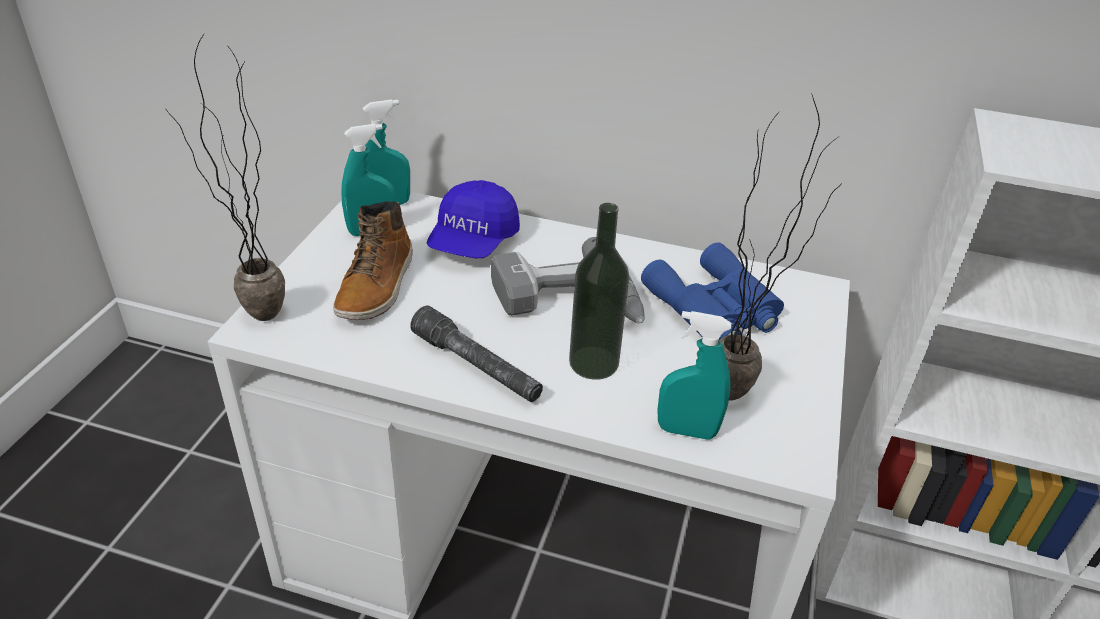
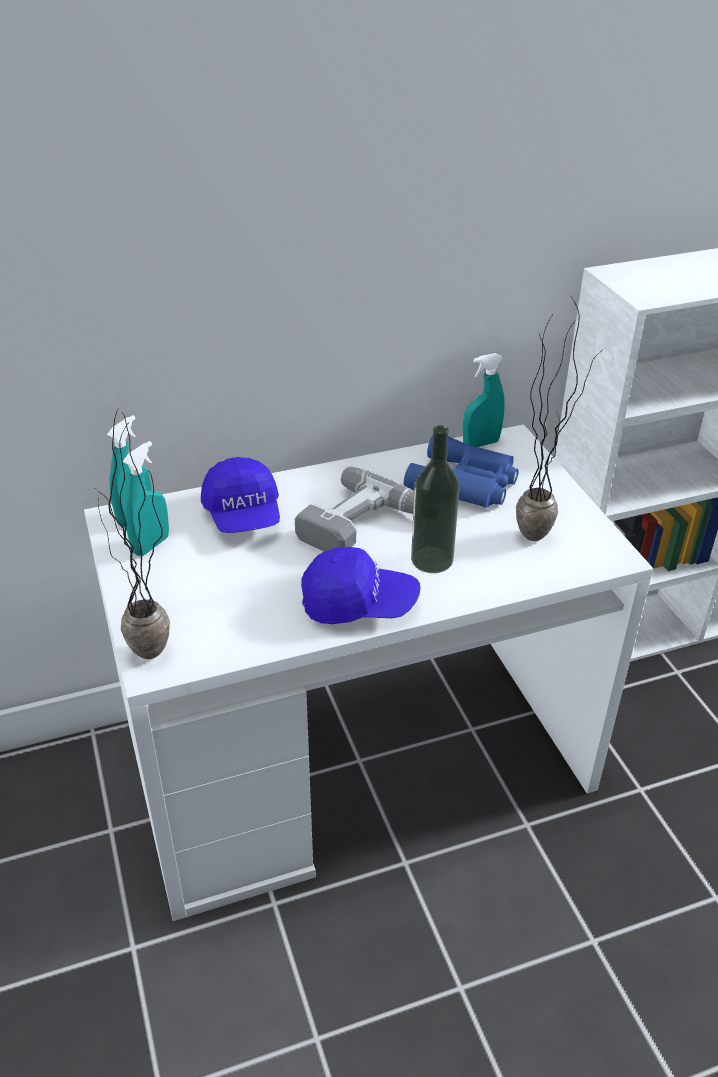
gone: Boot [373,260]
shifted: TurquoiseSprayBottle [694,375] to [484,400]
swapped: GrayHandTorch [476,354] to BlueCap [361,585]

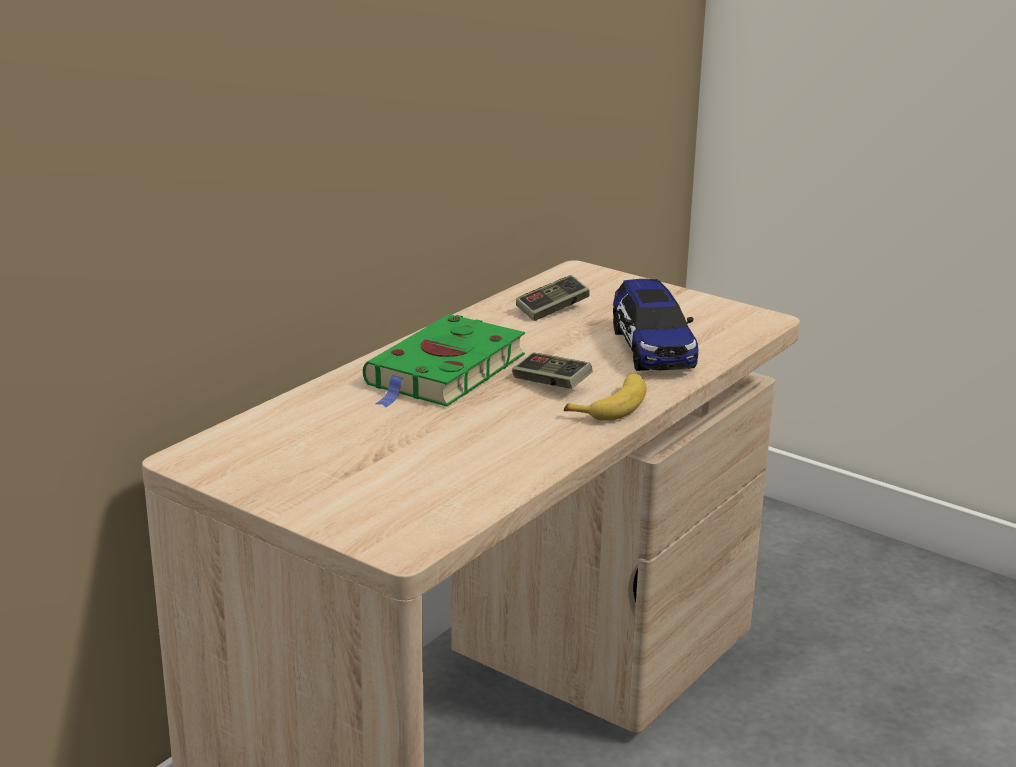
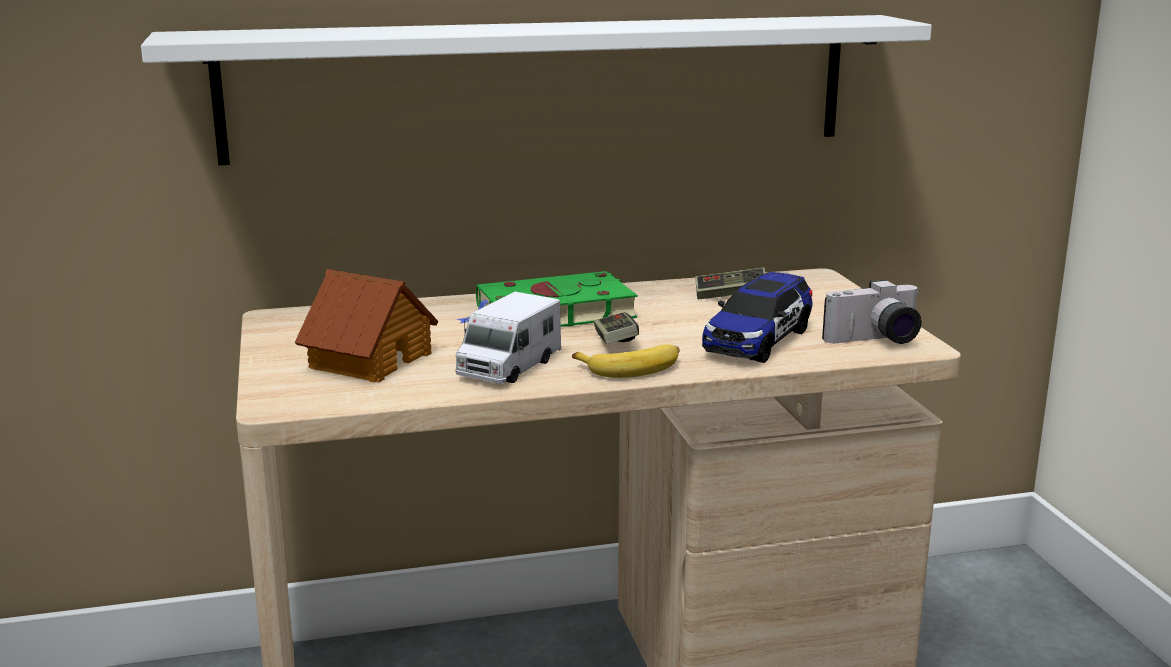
new: WhiteWallShelf [536,90]; MiniatureHouse [366,325]; ModelTruck [508,338]; StillCamera [871,312]

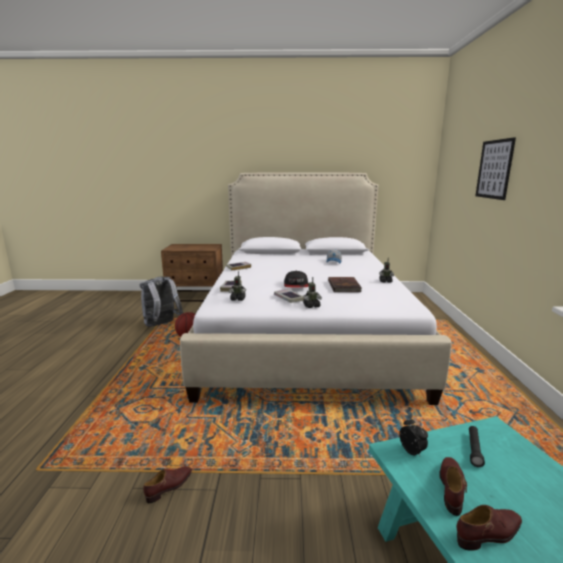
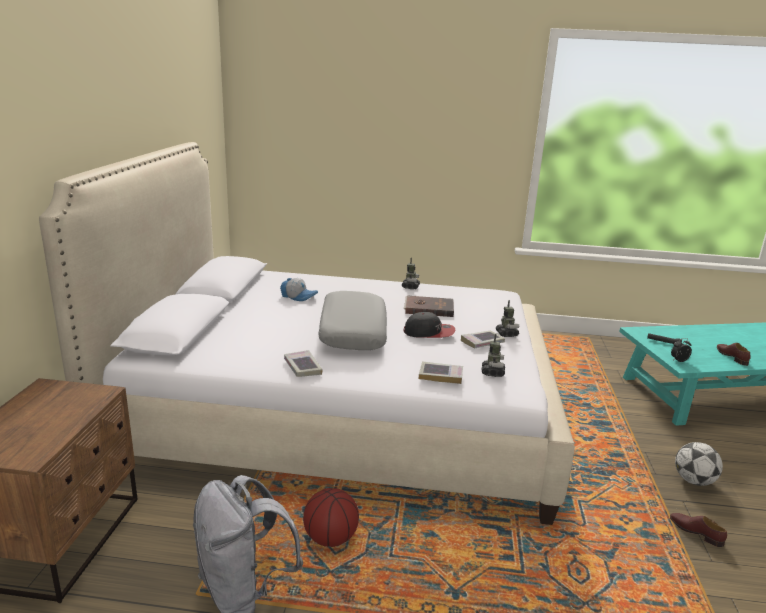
gone: BrownishShoe [453,486]; WallPicture [495,168]
new: GrayThrowPillow [352,320]; BallForFootball [699,464]

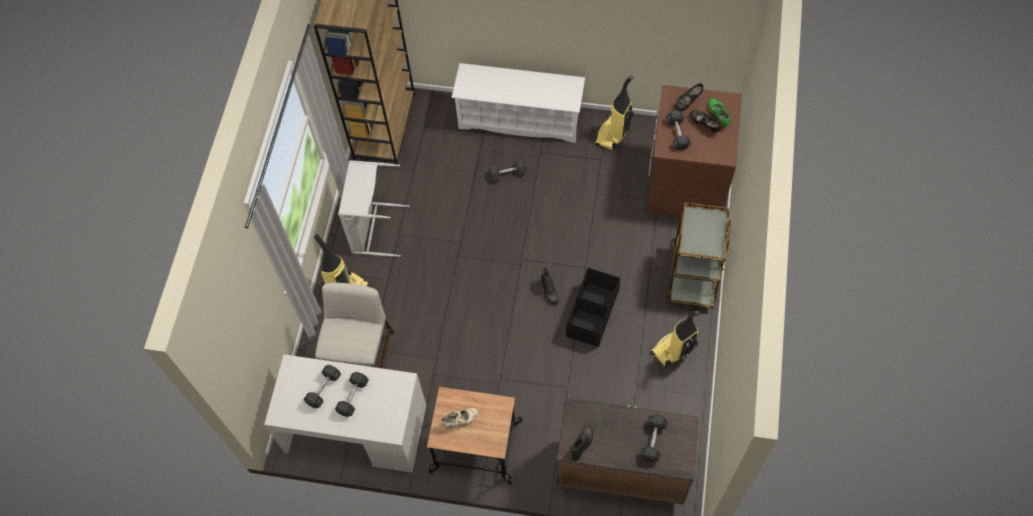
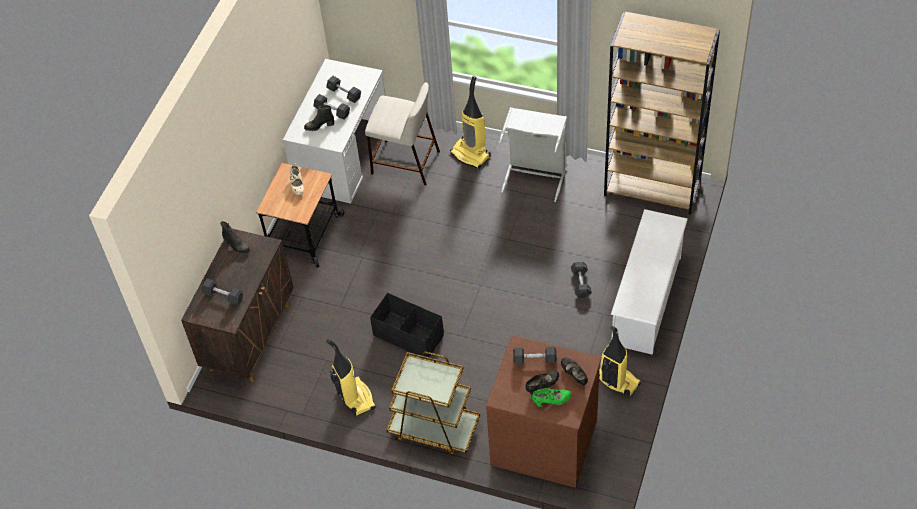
shifted: BlackBoot [549,286] to [319,118]

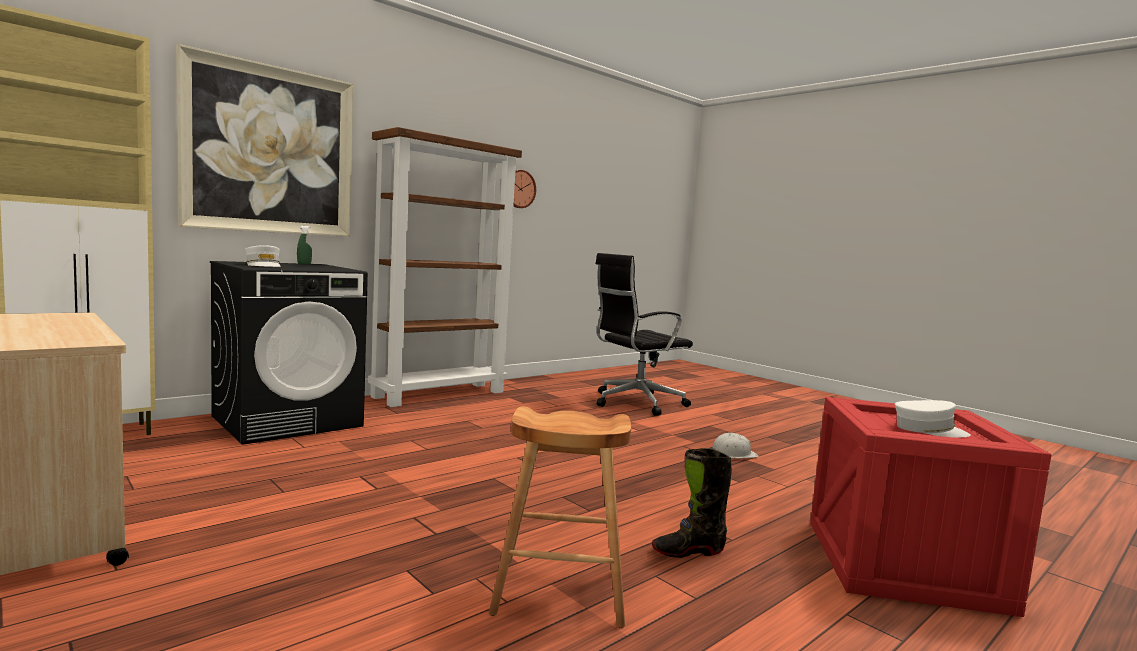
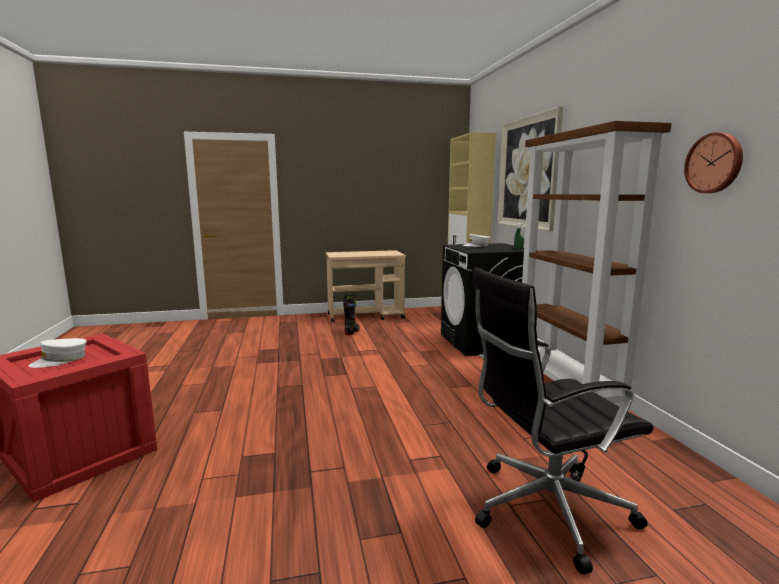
gone: BrownishStoolSeat [560,517]; WhiteHardHat [734,445]
shifted: BlackBoot [692,503] to [351,314]
rotated: BlackDeskChair [644,334] = [562,421] 105 degrees counterclockwise

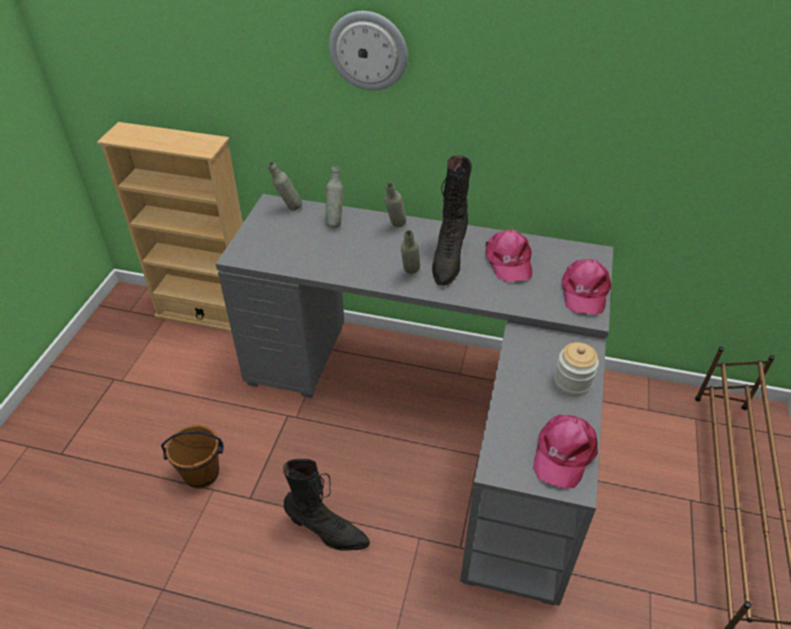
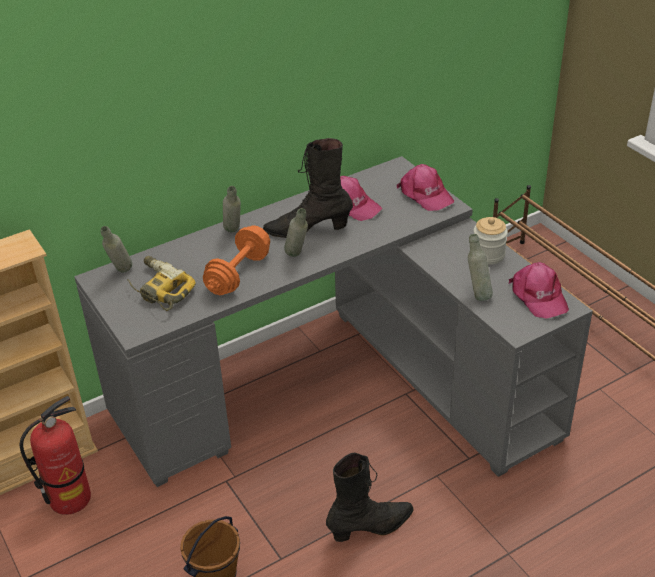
gone: ClockOnTheWall [368,51]
new: Extinguisher [55,455]; Drill [161,283]; OrangeColouredFreeWeight [236,260]
shifted: GrayBottle [334,196] to [480,267]
rotated: BlackBoot [452,221] = [308,188] 120 degrees clockwise

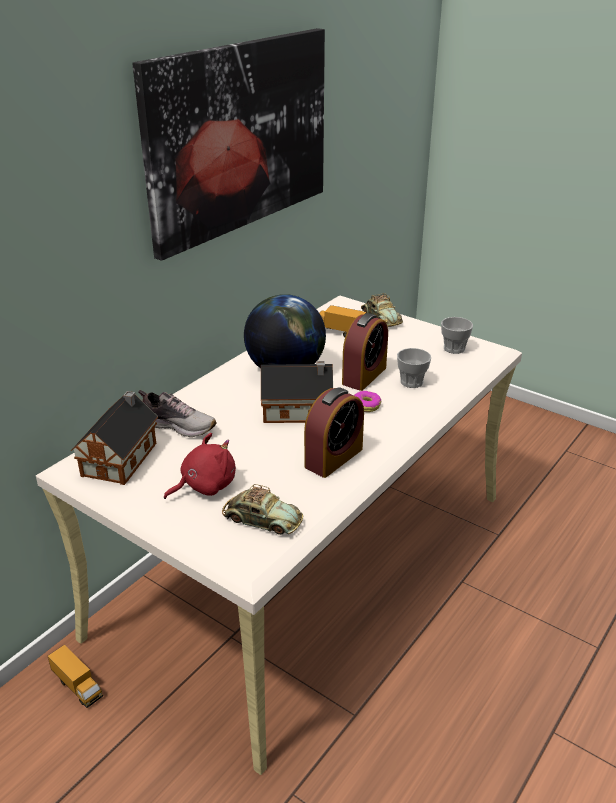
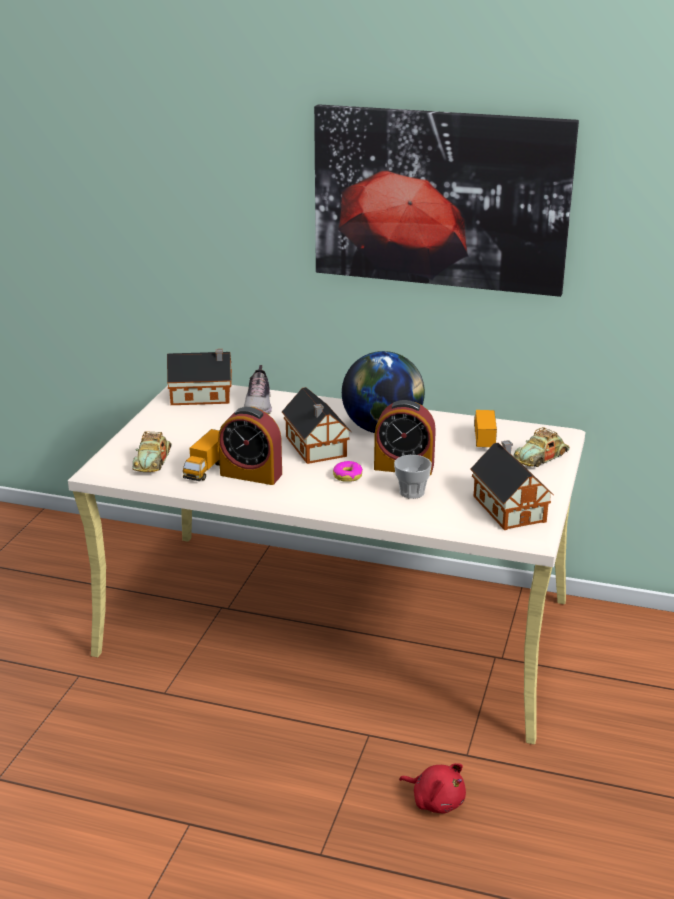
shifted: ModelTruck [75,676] to [201,455]; ReddishSoftToy [200,466] to [432,788]
swapped: DrinkingCup [457,335] to MiniatureHouse [512,485]

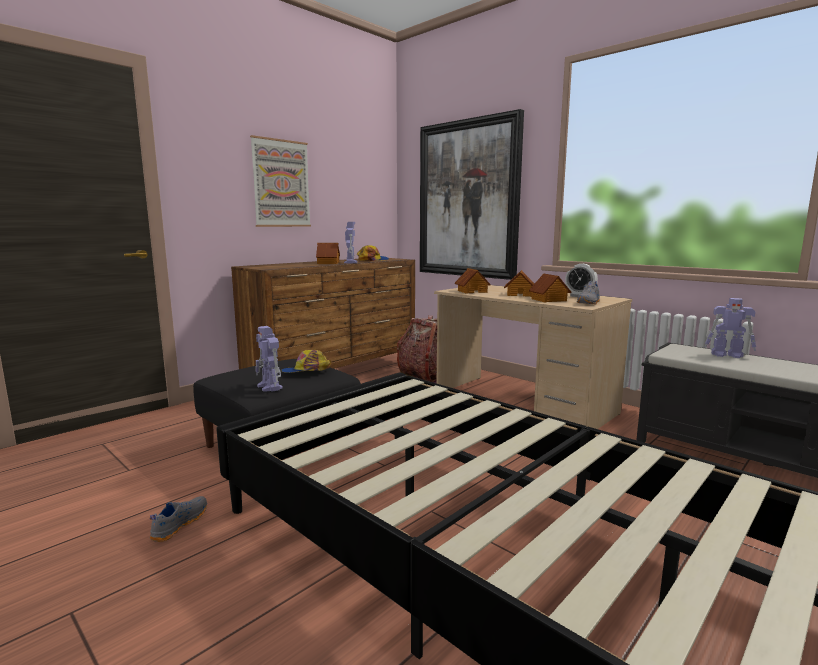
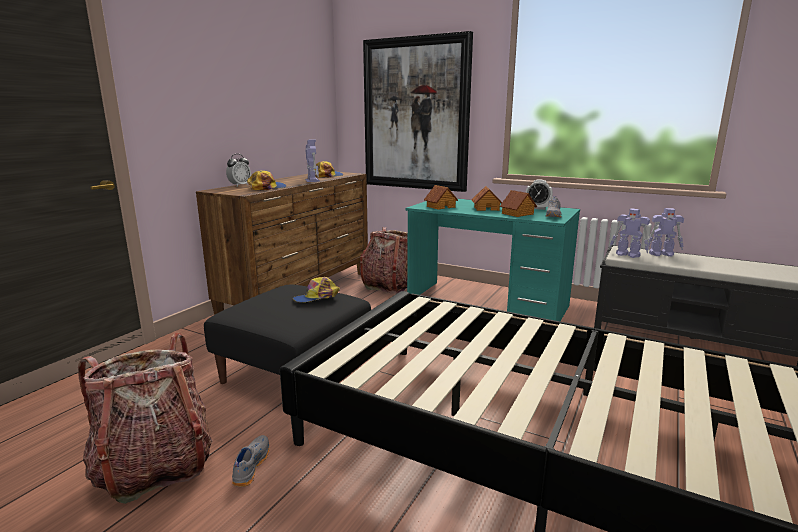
gone: WallPicture [280,181]; MiniatureHouse [328,253]
new: Backpack [145,418]; BedsideClock [238,170]; Cap [267,180]
shifted: ToyRobot [269,359] to [630,233]
repainted: BeigeDeskUnit [533,357] to TurquoiseDeskUnit [492,260]

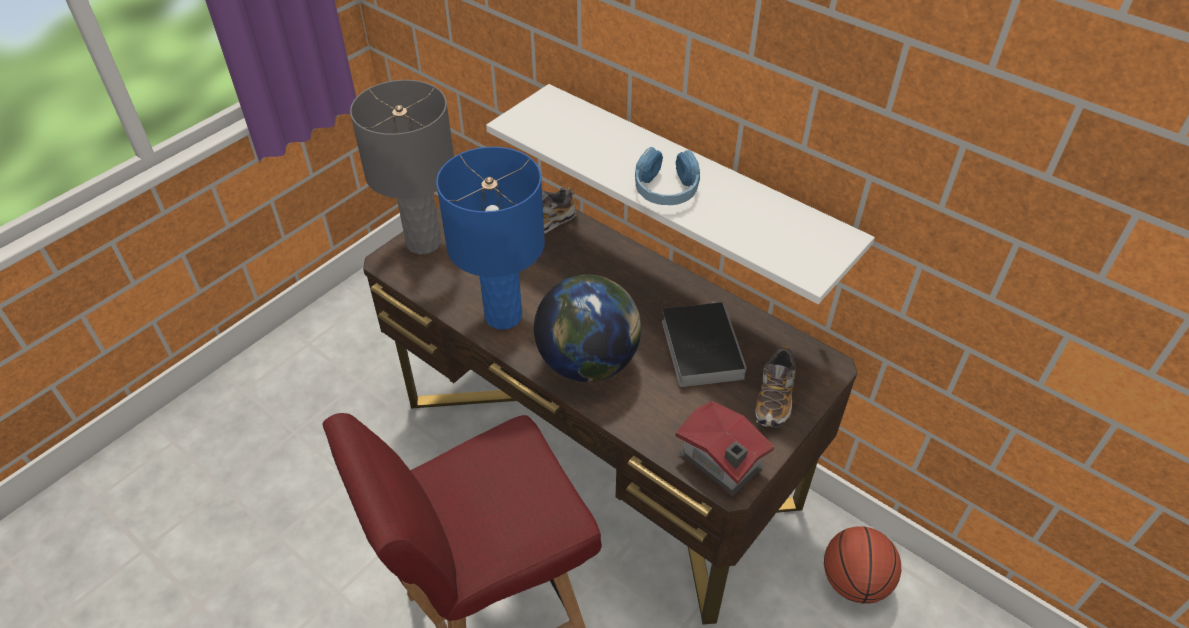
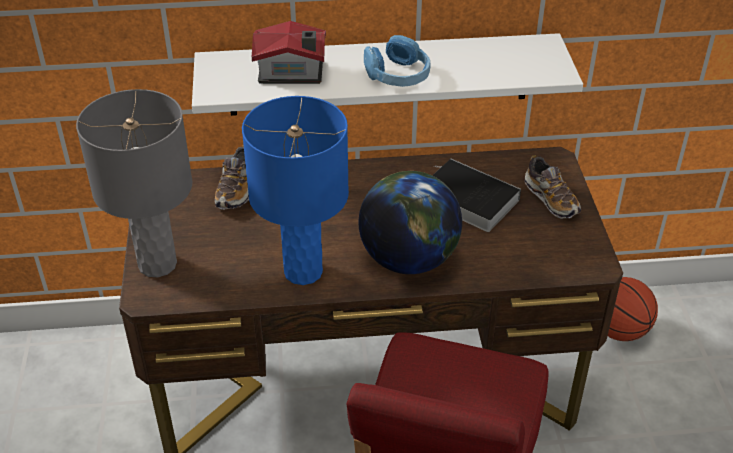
shifted: MiniatureHouse [724,448] to [289,52]

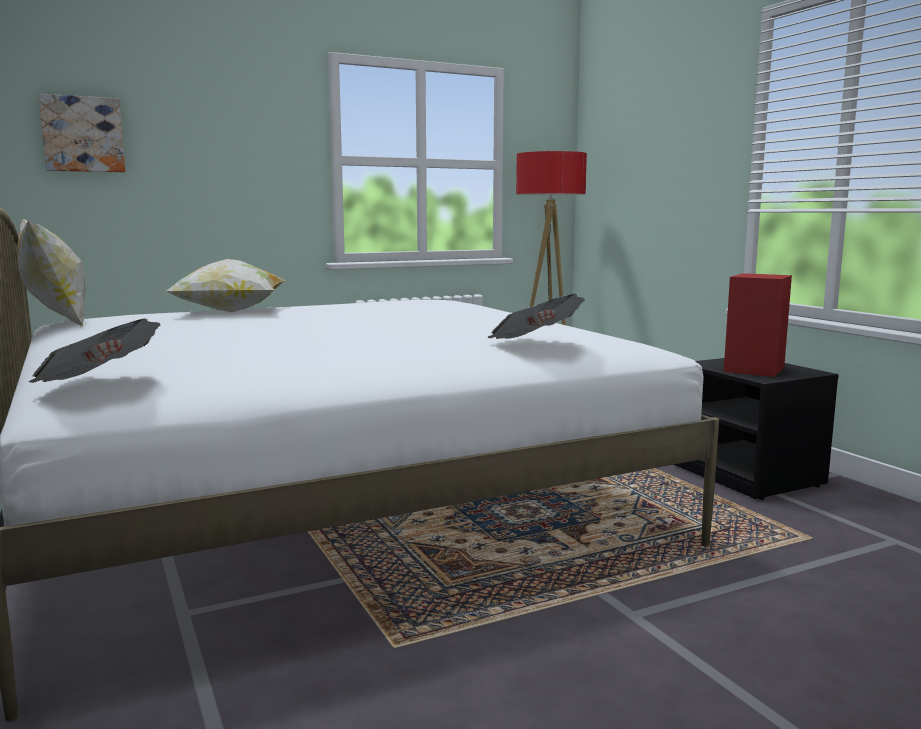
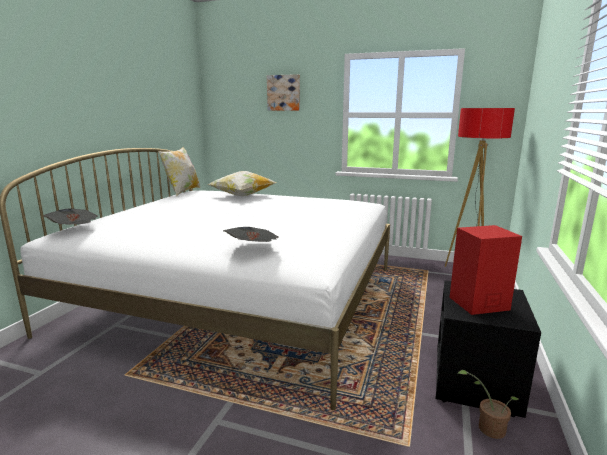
new: PottedPlant [488,404]
shifted: WallPicture [81,133] to [283,92]

